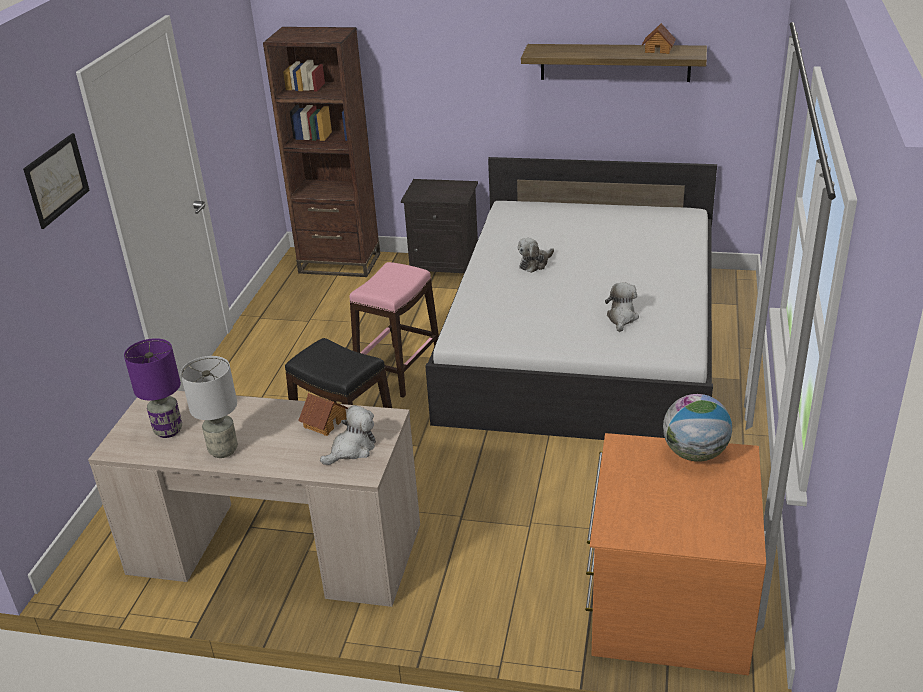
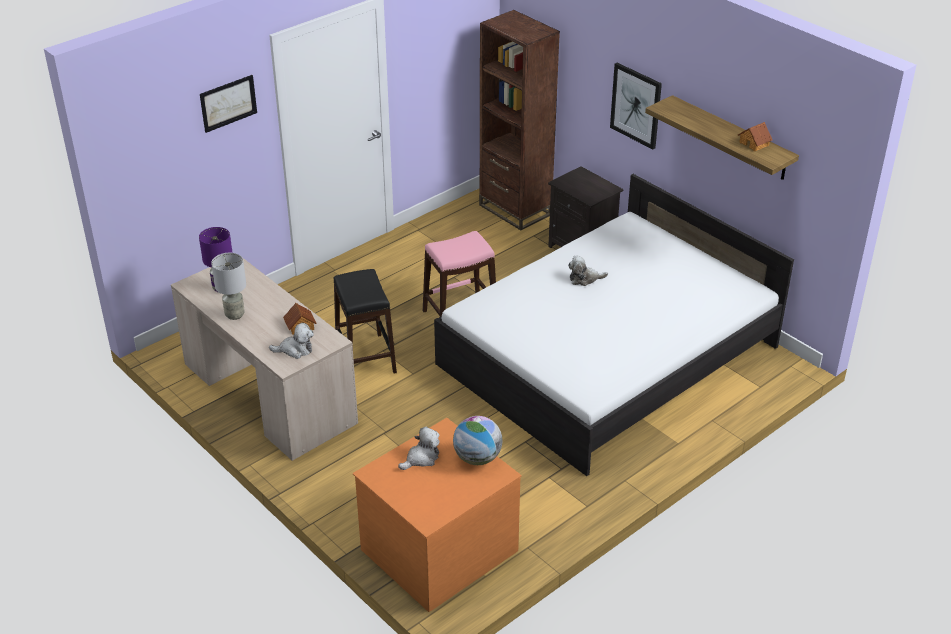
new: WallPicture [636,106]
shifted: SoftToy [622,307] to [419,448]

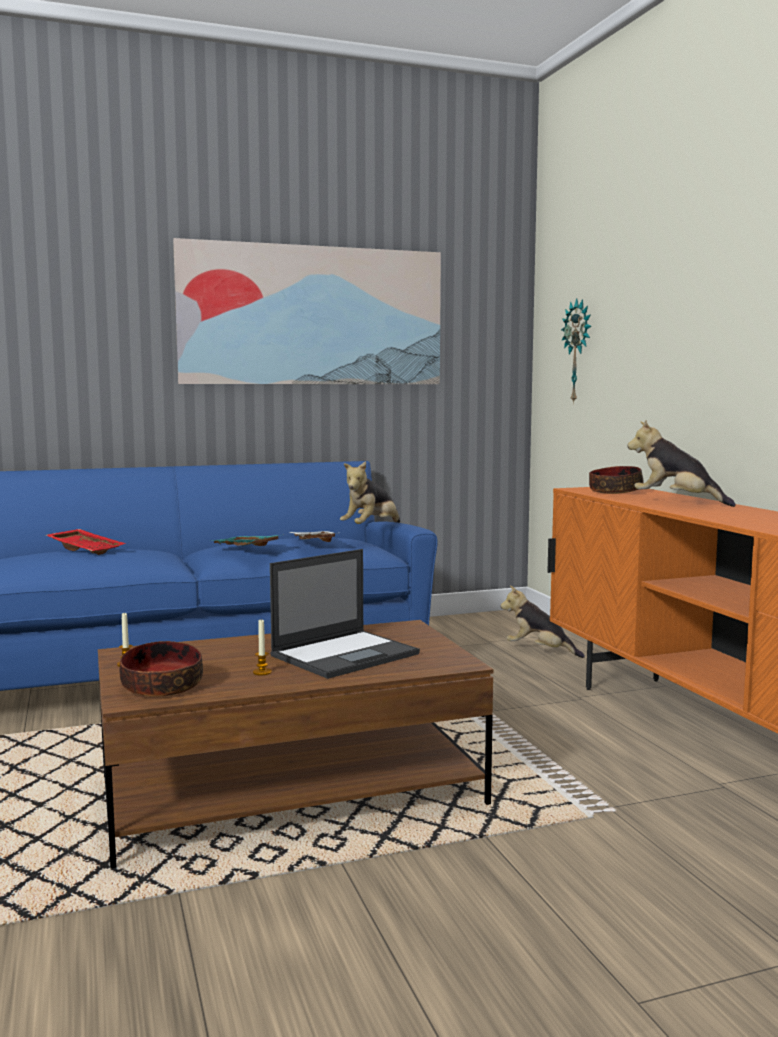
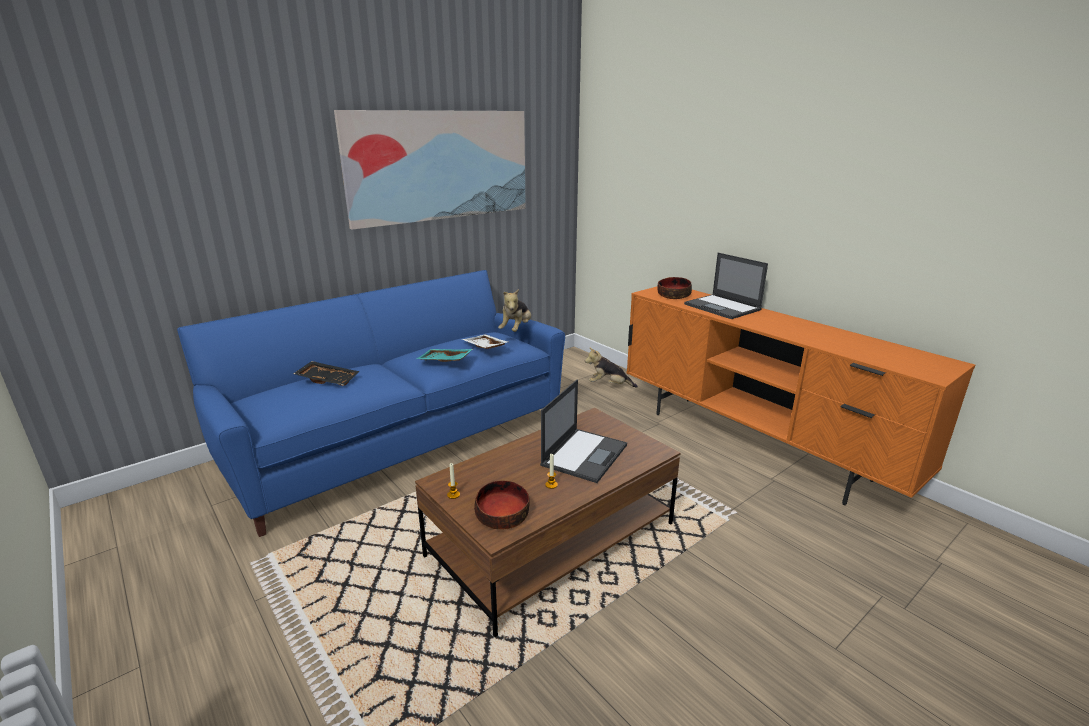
gone: ClockOnTheWall [576,351]
swapped: SoftToy [681,463] to PortableComputer [726,286]
repainted: ReddishCarryingTray [86,542] to BlackCarryingTray [327,373]

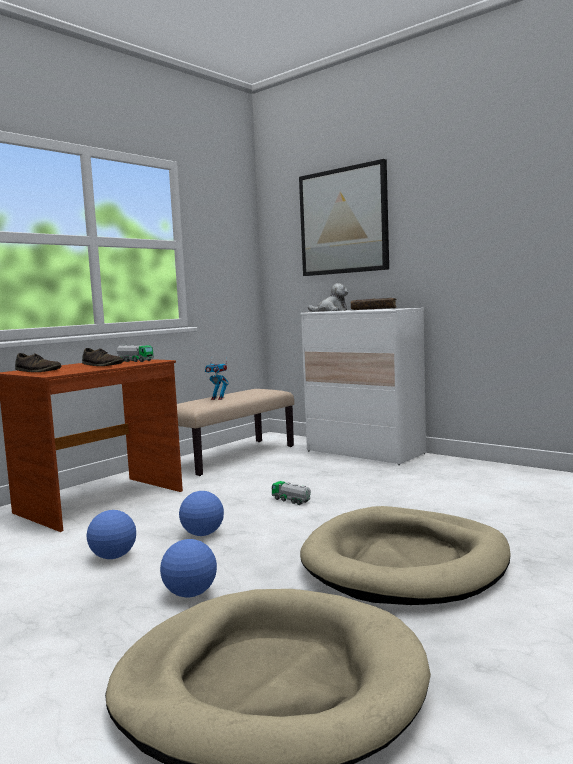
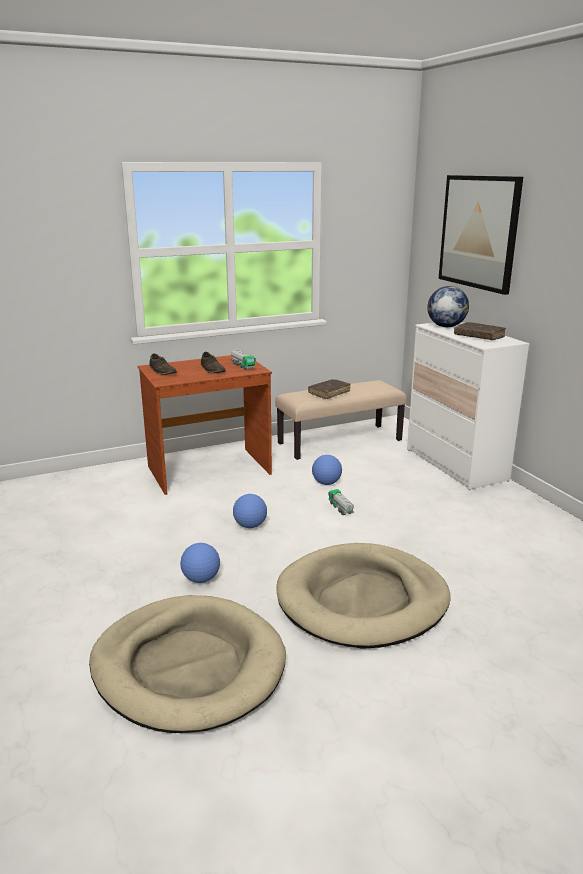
shifted: BallForFootball [111,534] to [327,470]
swapped: ToyRobot [216,379] to BrownishBook [329,389]; SoftToy [328,297] to WorldGlobe [448,306]

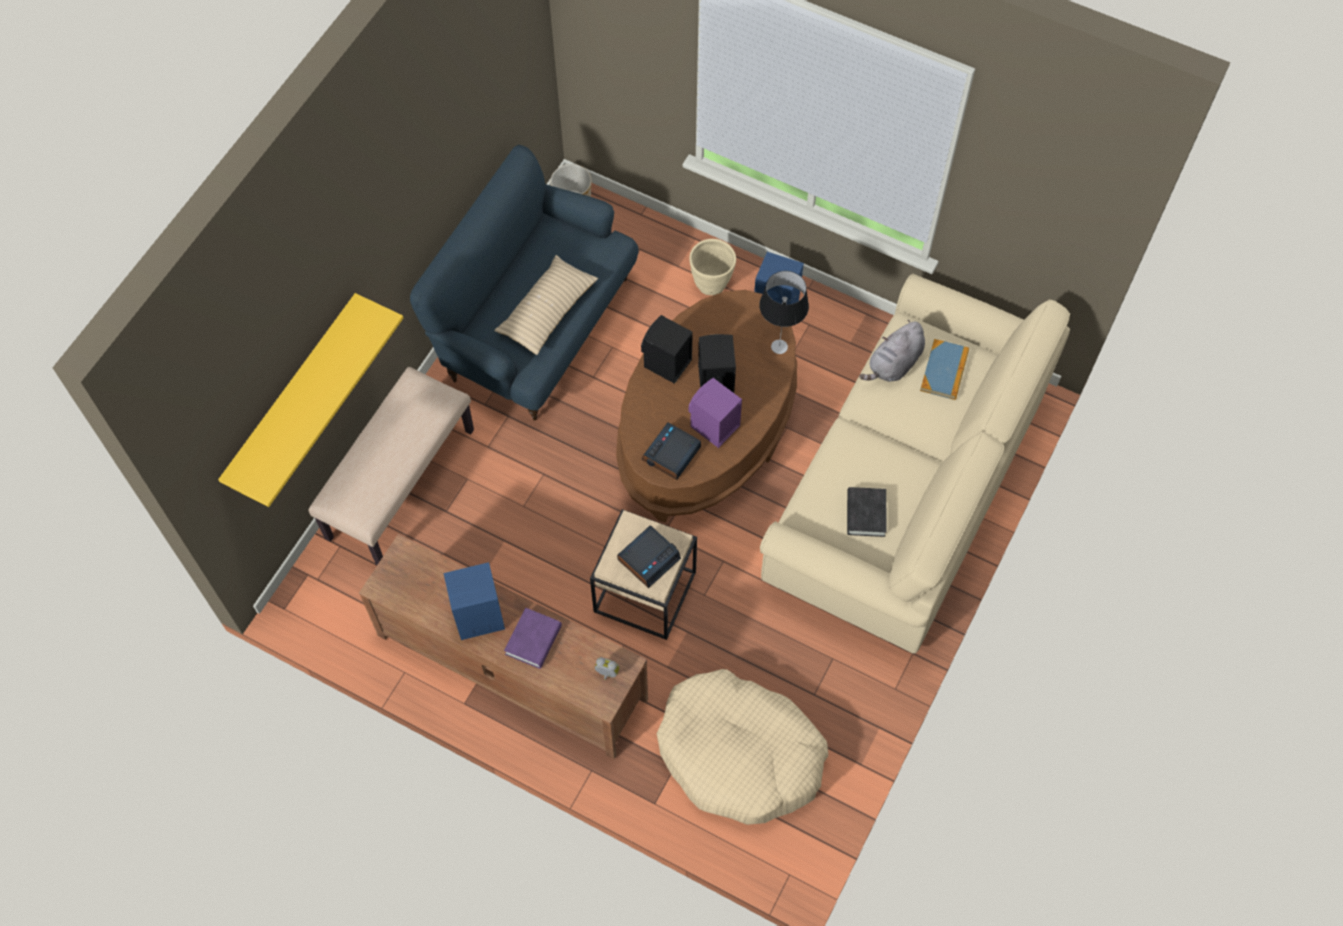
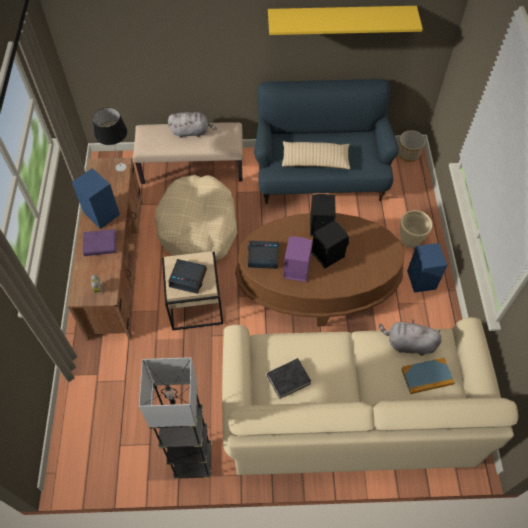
new: GrayStandingLamp [175,418]; GraySoftToy [192,125]
shifted: YellowishWallShelf [310,400] to [345,20]; BeigePetBed [742,747] to [196,218]; LampForATable [784,312] to [110,140]

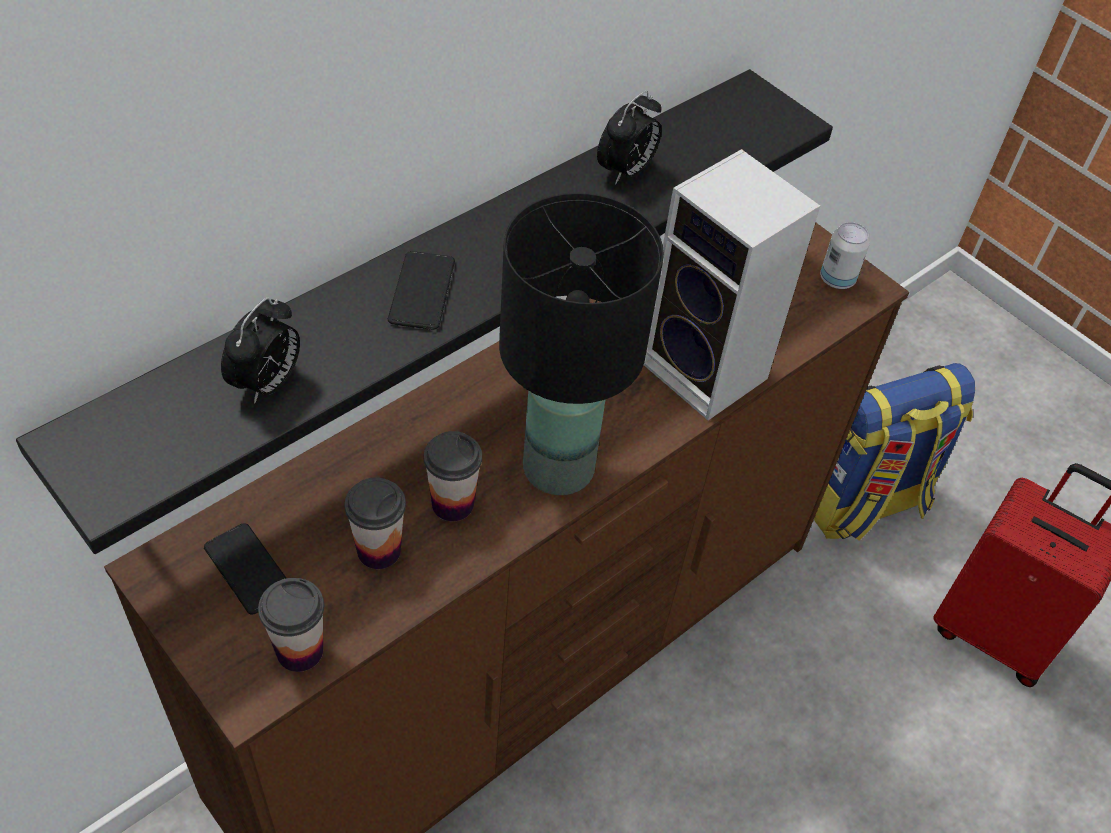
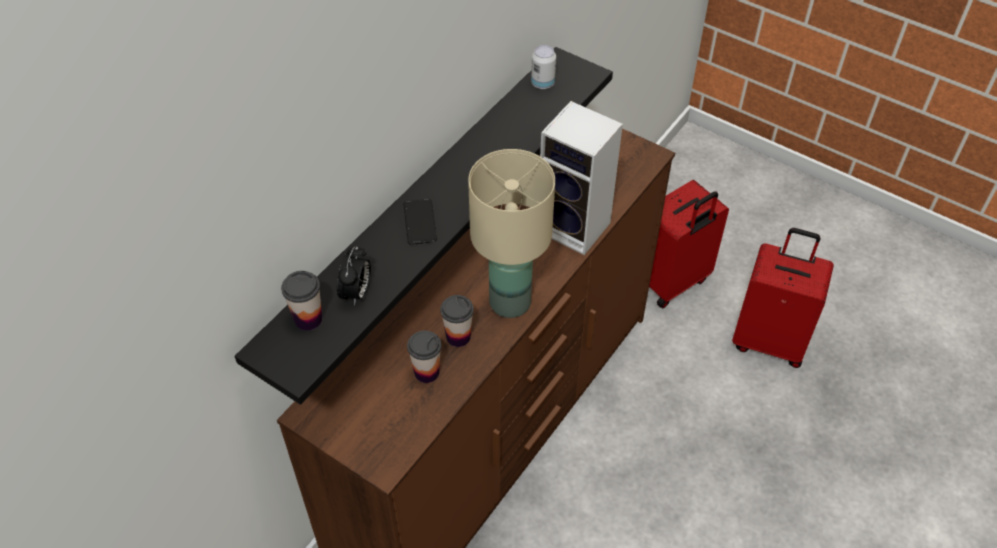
gone: Phone [245,568]; BedsideClock [629,137]
shifted: DrinkingCup [291,625] to [301,301]; SealedCan [845,255] to [543,67]
swapped: Backpack [894,451] to ReddishSuitcase [689,244]
repainted: BlackLampForATable [581,344] to BeigeLampForATable [511,233]

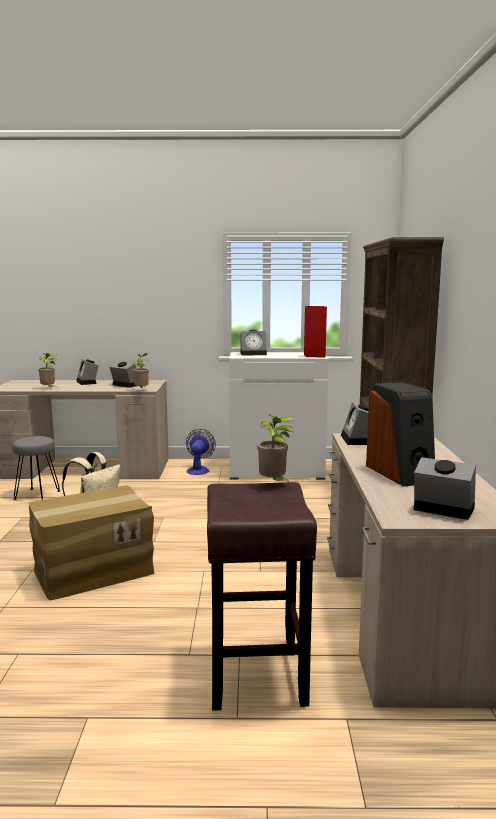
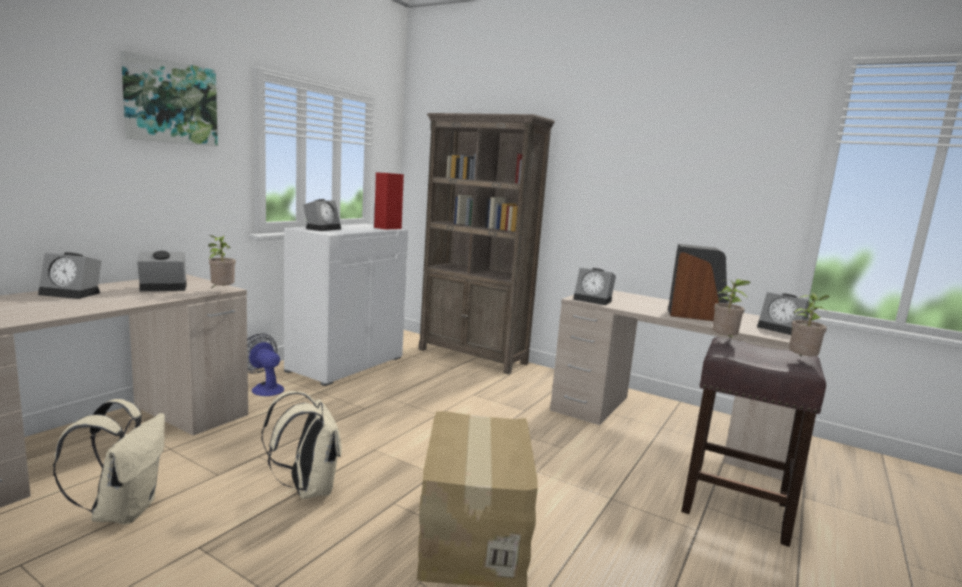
new: WallPicture [169,98]
shifted: PottedPlant [47,370] to [809,325]
swapped: GrayStoolSeat [36,468] to BeigeBackpack [109,461]
rotated: BedsideClock [444,488] = [783,313] 105 degrees counterclockwise

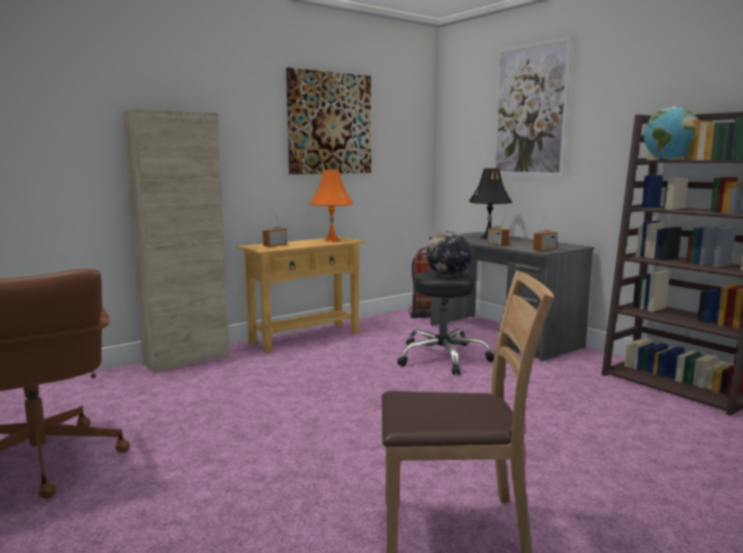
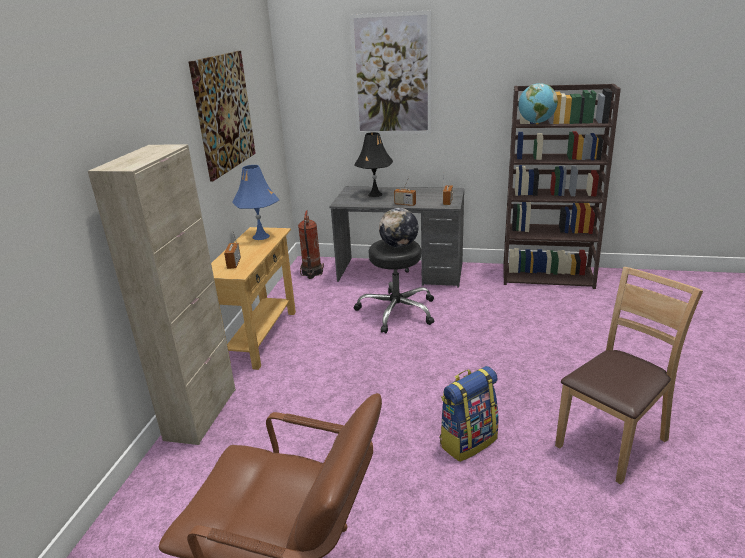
new: Backpack [469,414]
repainted: OrangeColouredLampForATable [331,206] to BlueLampForATable [256,202]

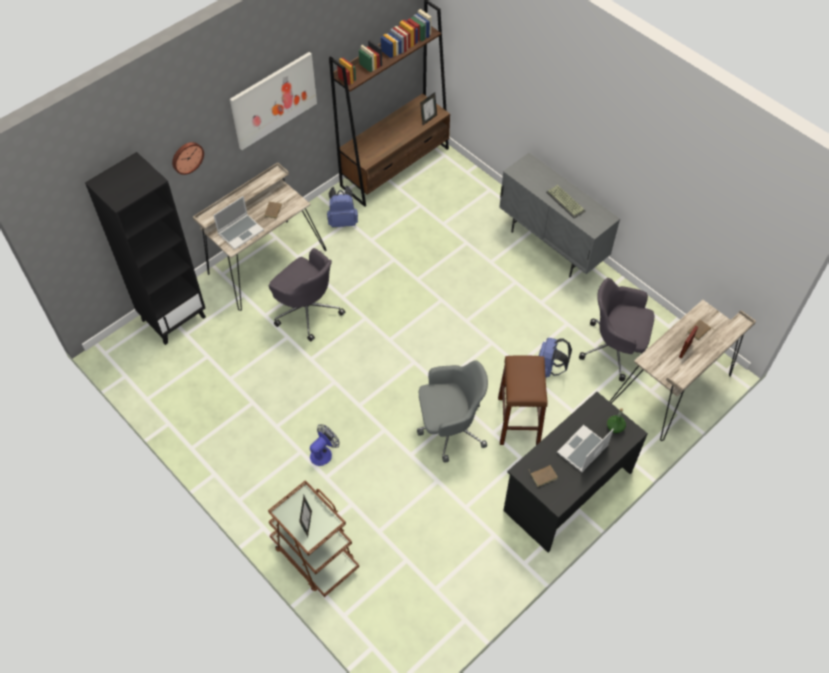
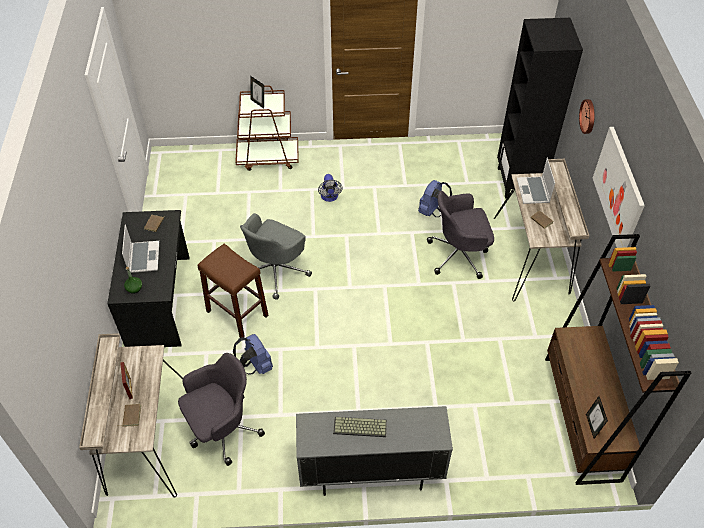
shifted: BlueBackpack [342,207] to [435,198]

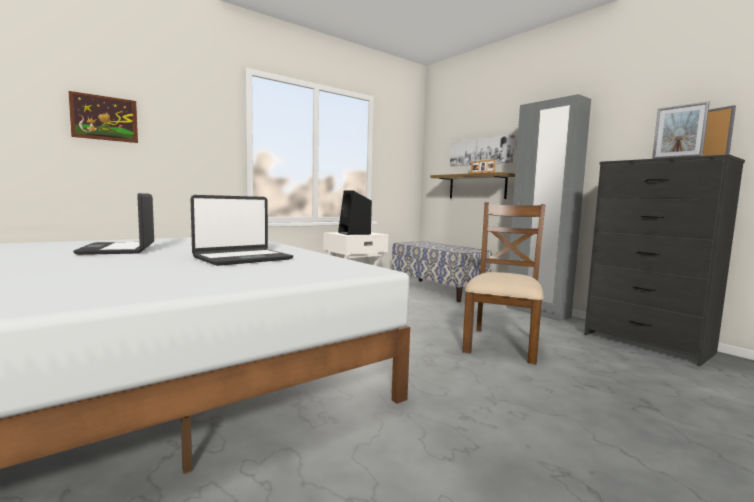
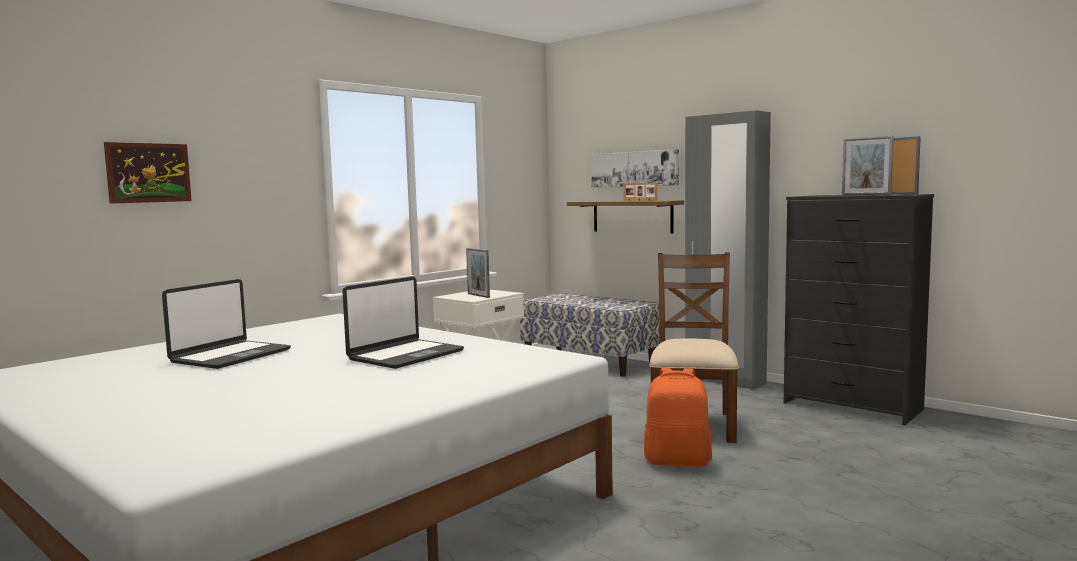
new: OrangeColouredBackpack [678,417]
swapped: BlackSpeaker [355,212] to StandingFrame [478,273]
rotated: PortableComputer [113,224] = [226,324] 120 degrees counterclockwise

